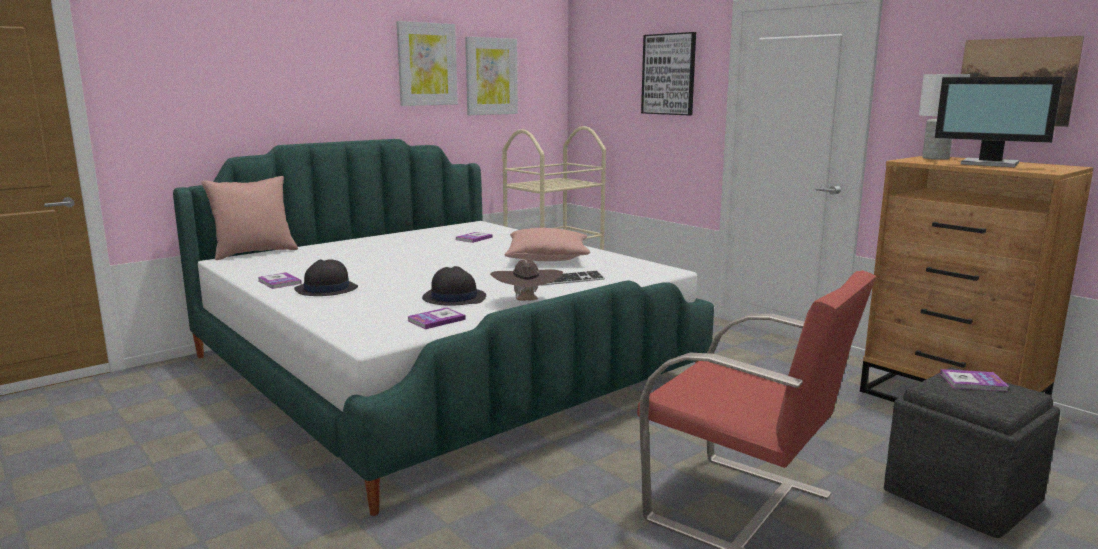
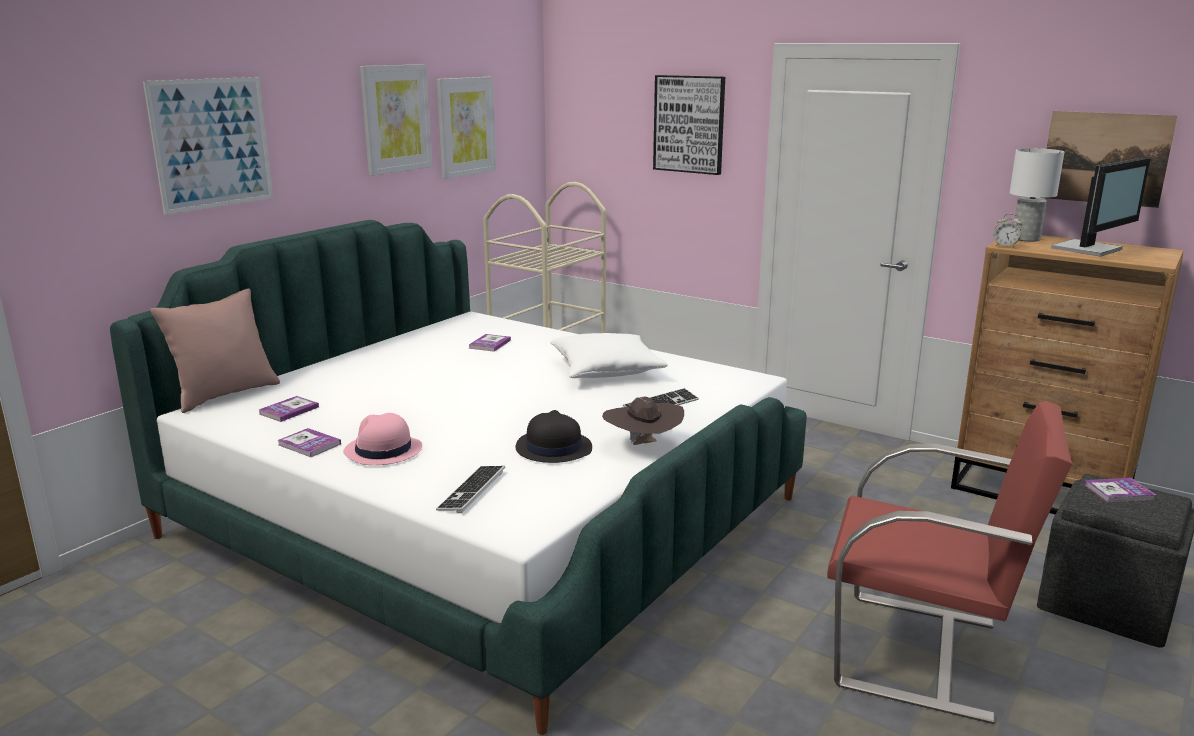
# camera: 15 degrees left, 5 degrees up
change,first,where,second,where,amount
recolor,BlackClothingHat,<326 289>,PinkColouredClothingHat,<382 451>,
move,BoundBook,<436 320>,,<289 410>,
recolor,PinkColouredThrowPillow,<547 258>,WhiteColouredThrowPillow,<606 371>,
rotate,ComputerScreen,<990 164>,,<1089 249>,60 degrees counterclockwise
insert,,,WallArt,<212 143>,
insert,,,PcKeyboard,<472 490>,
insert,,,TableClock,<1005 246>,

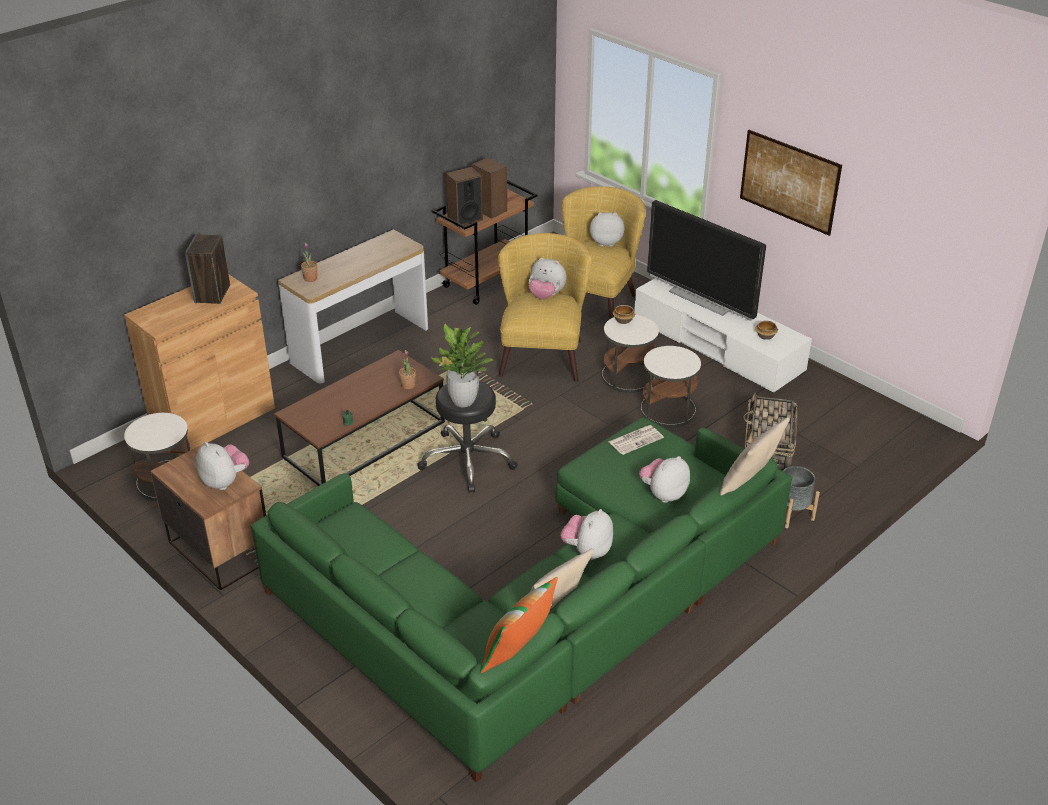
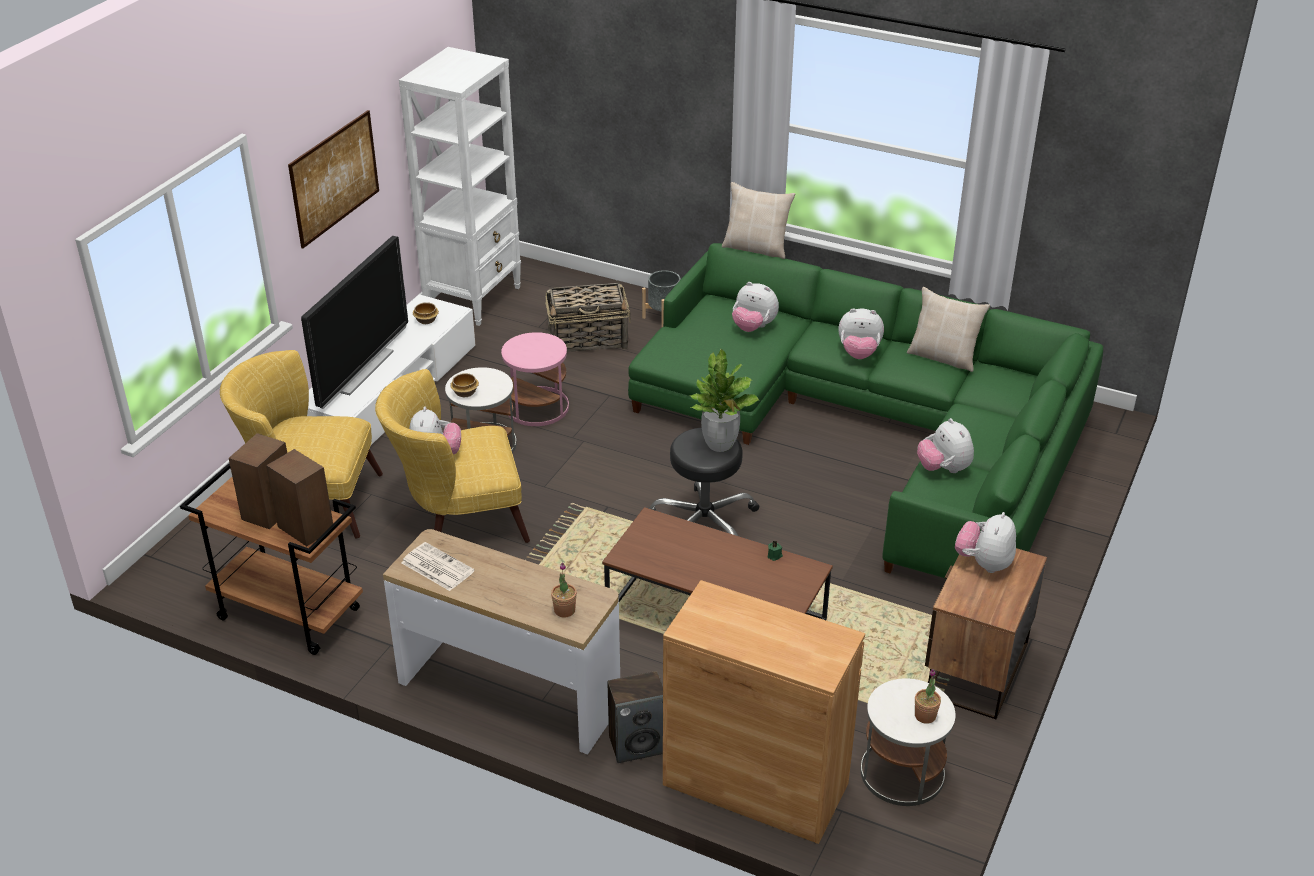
# camera: 110 degrees left, 0 degrees up
change,first,where,second,where,amount
move,Speaker,<212 294>,,<638 744>,
move,Houseplant,<408 385>,,<925 716>,
delete,ThrowPillow,<518 653>,,,
move,CuddlyToy,<605 242>,,<943 469>,
move,Newspaper,<636 439>,,<436 567>,
recolor,WhiteColouredAccentTable,<668 410>,PinkColouredAccentTable,<537 407>,
insert,,,WhiteColouredBookshelf,<474 298>,

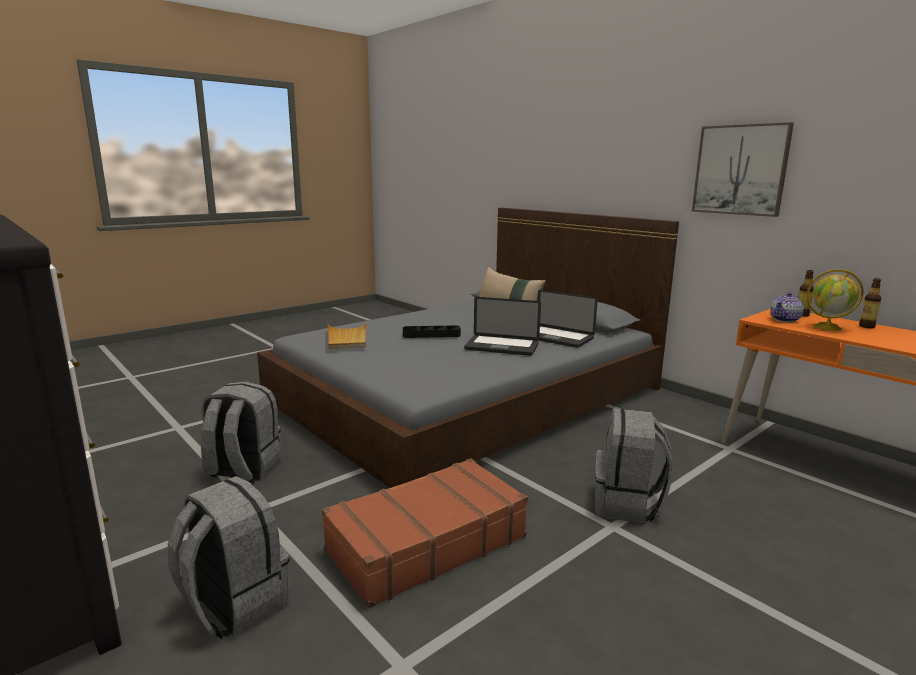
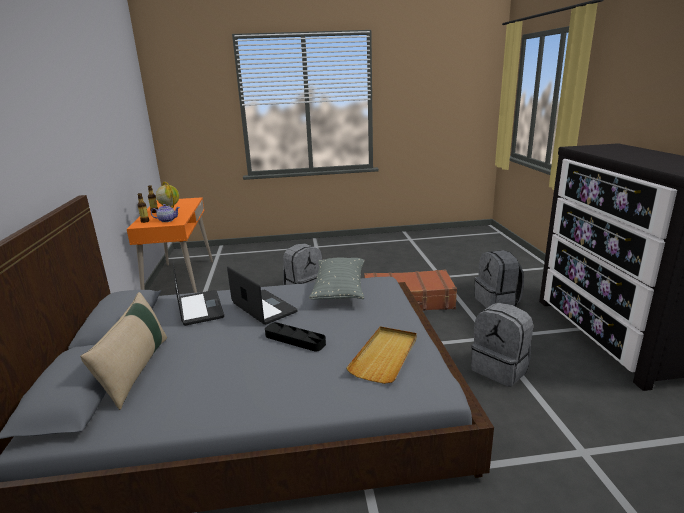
# camera: 145 degrees left, 5 degrees up
change,first,where,second,where,amount
delete,WallArt,<740 170>,,,
insert,,,GreyishThrowPillow,<339 290>,

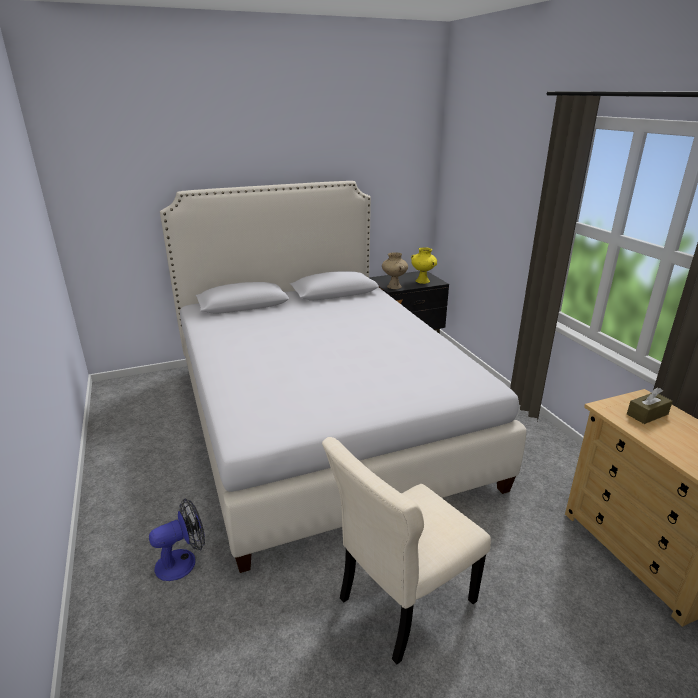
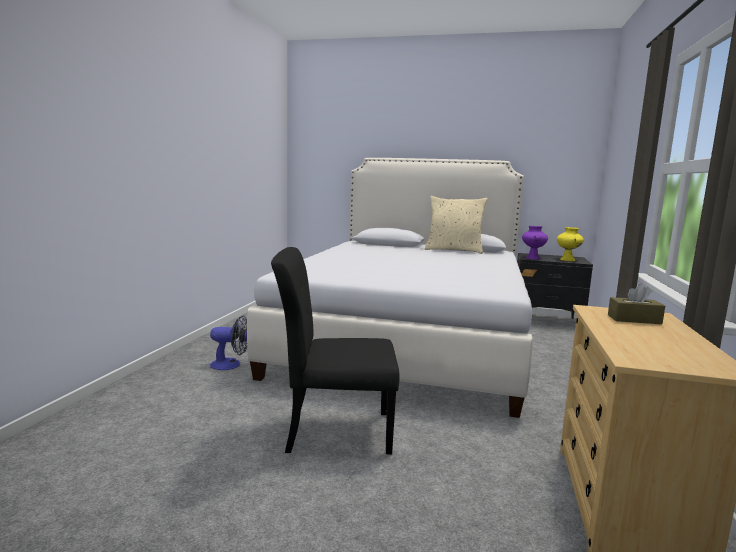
# camera: 35 degrees right, 15 degrees down
change,first,where,second,where,amount
recolor,BeigeColouredPlainChair,<402 602>,BlackPlainChair,<334 431>,
recolor,BeigeColouredFlowerVase,<393 286>,PurpleColouredFlowerVase,<532 258>,
insert,,,BeigeColouredThrowPillow,<454 250>,

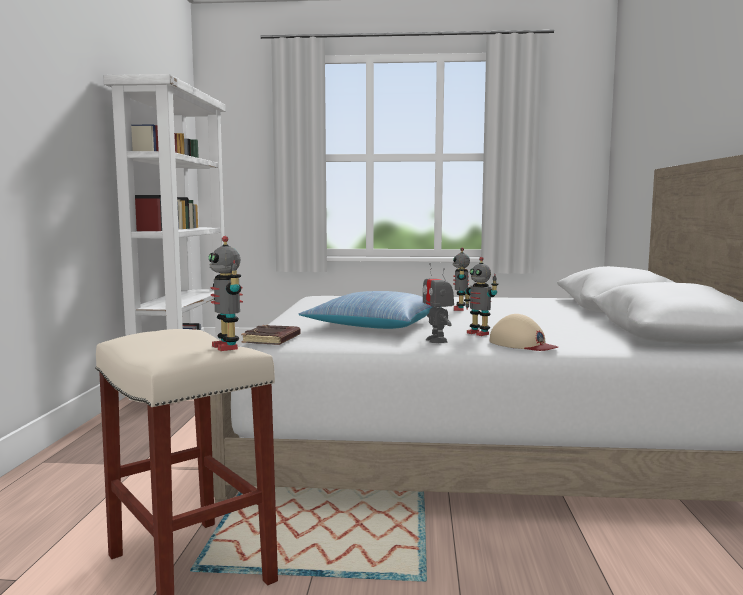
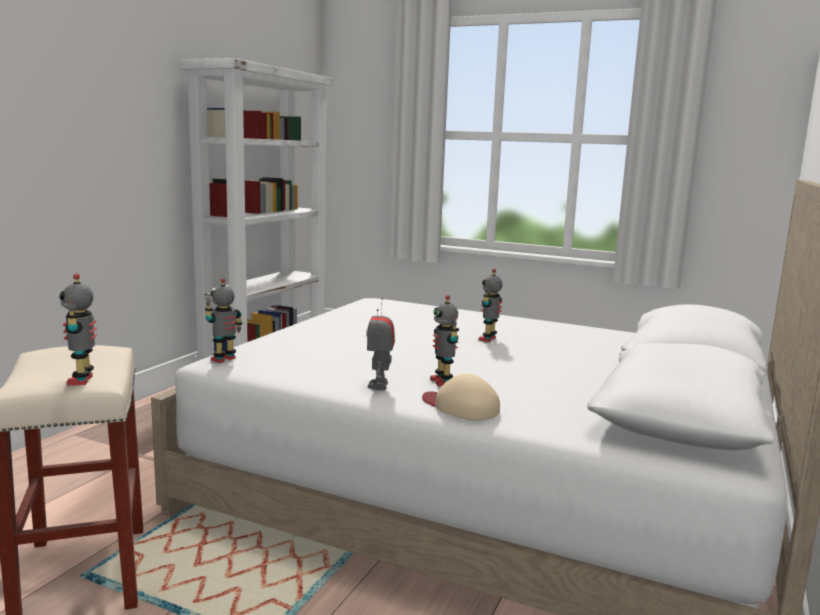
# camera: 20 degrees right, 5 degrees up
change,first,where,second,where,amount
replace,BrownishBoundBook,<272 340>,RobotFigure,<224 359>,
delete,ThrowPillow,<375 325>,,,
rotate,BeigeColouredCap,<522 344>,,<460 406>,150 degrees clockwise

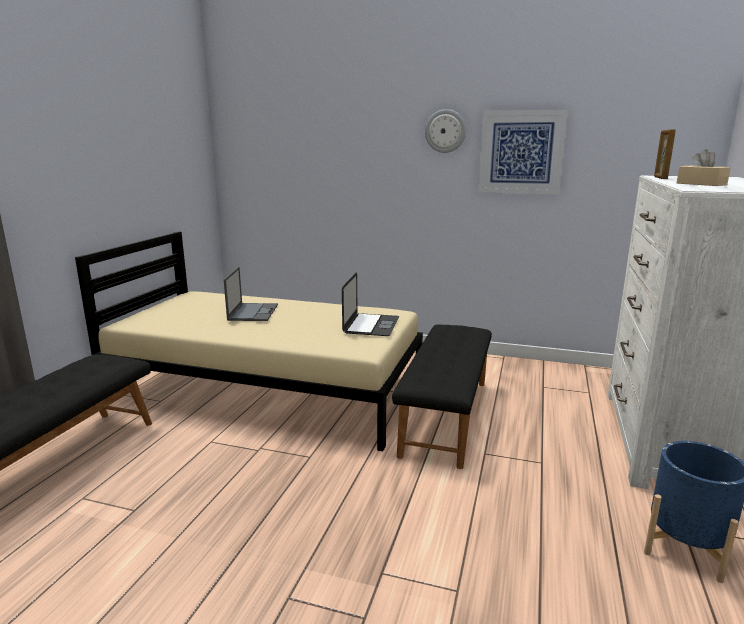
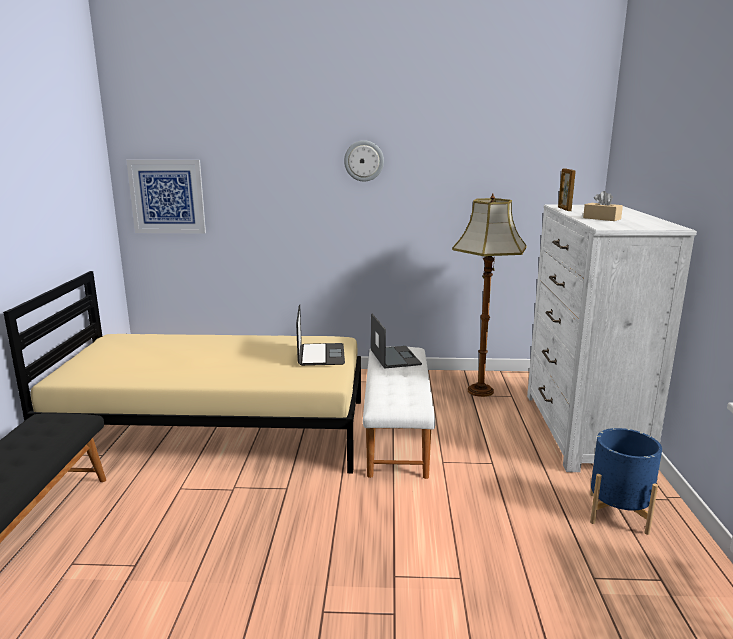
# camera: 15 degrees left, 0 degrees up
change,first,where,second,where,amount
move,PortableComputer,<253 312>,,<394 357>,
recolor,BlackIndoorBench,<445 416>,WhiteColouredIndoorBench,<396 433>,
move,WallArt,<521 152>,,<167 196>,
insert,,,FloorLamp,<481 390>,

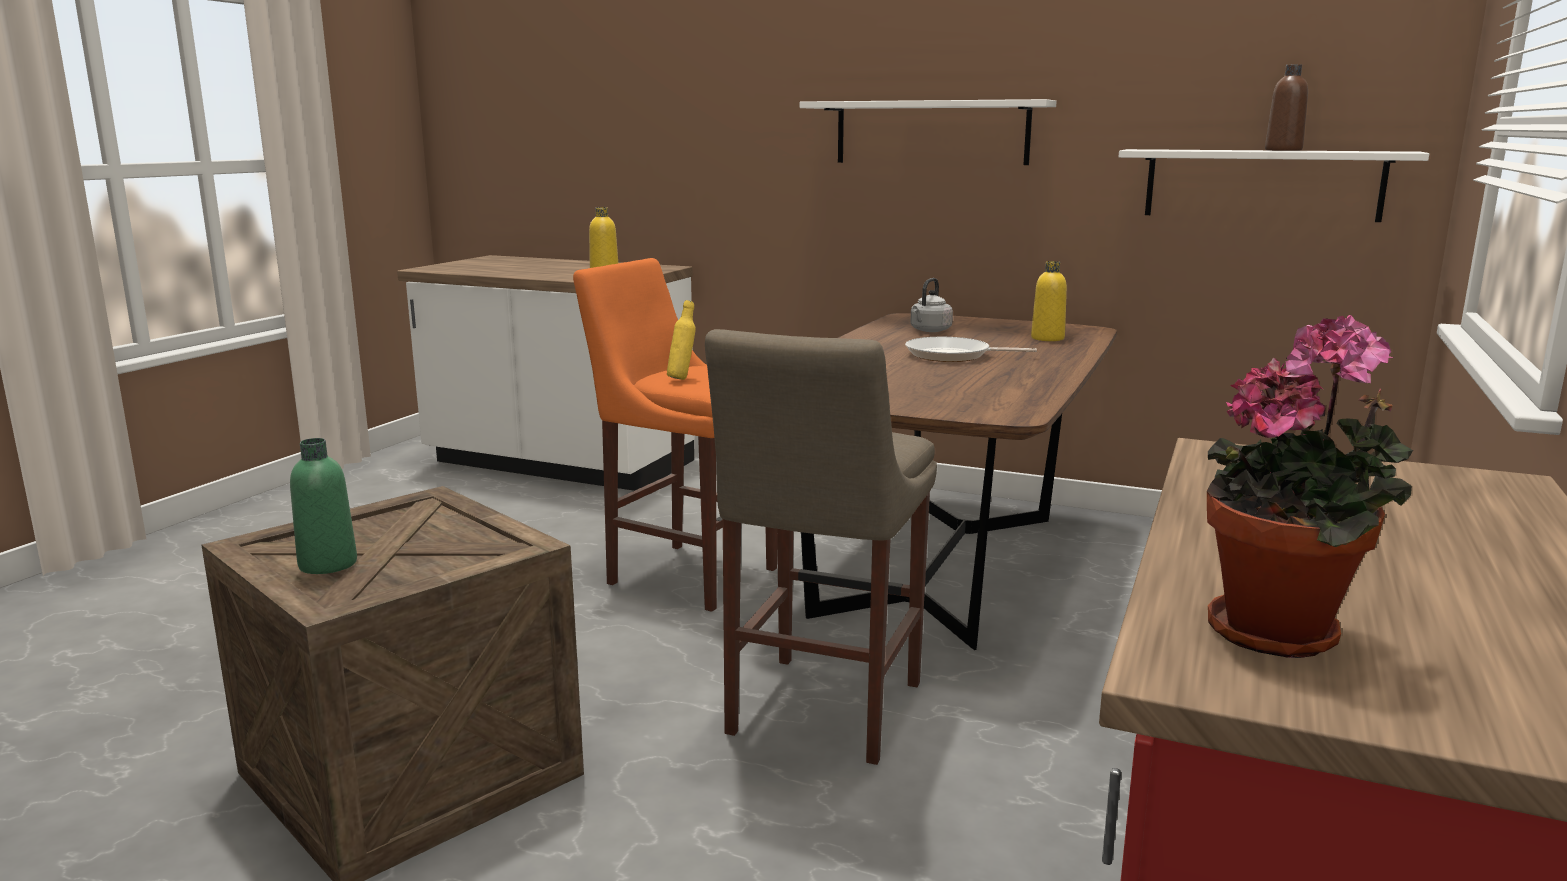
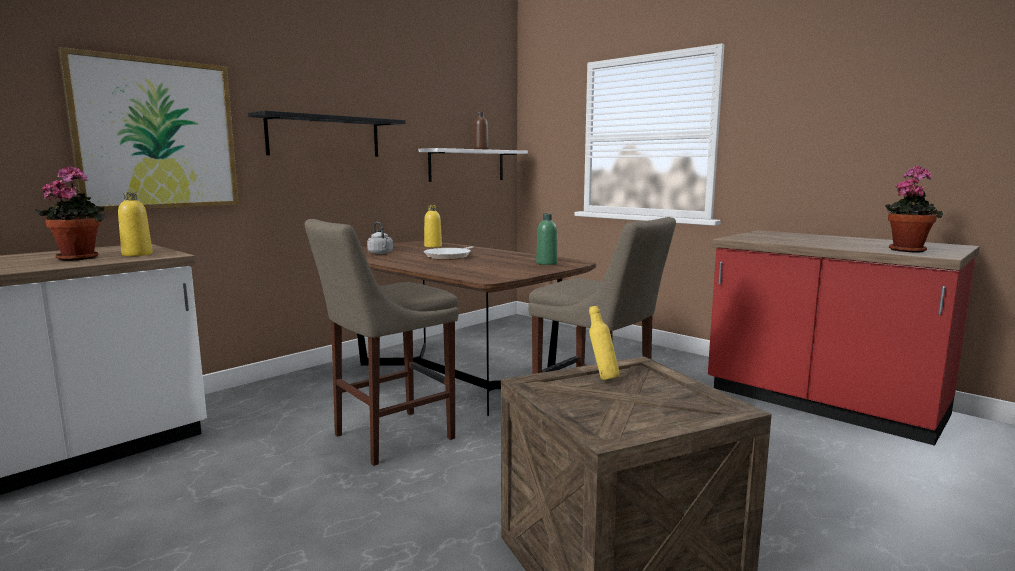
# camera: 70 degrees left, 5 degrees down
change,first,where,second,where,amount
move,GreenColouredBeverageBottle,<328 564>,,<546 263>,
recolor,OrangeStool,<686 574>,BeigeColouredStool,<388 438>,
move,YellowBeverageBottle,<682 378>,,<602 378>,
recolor,WhiteColouredWallShelf,<931 132>,BlackWallShelf,<324 137>,
insert,,,Houseplant,<80 257>,
insert,,,WallArt,<156 134>,

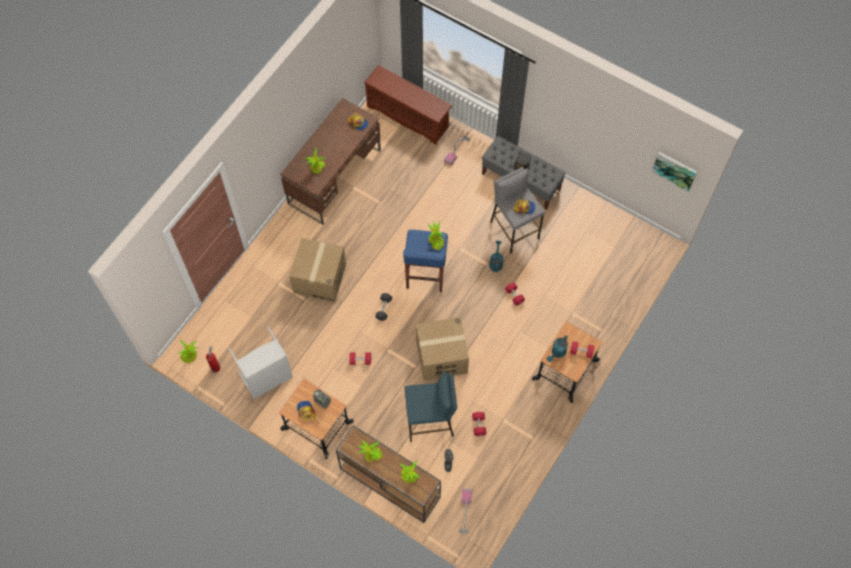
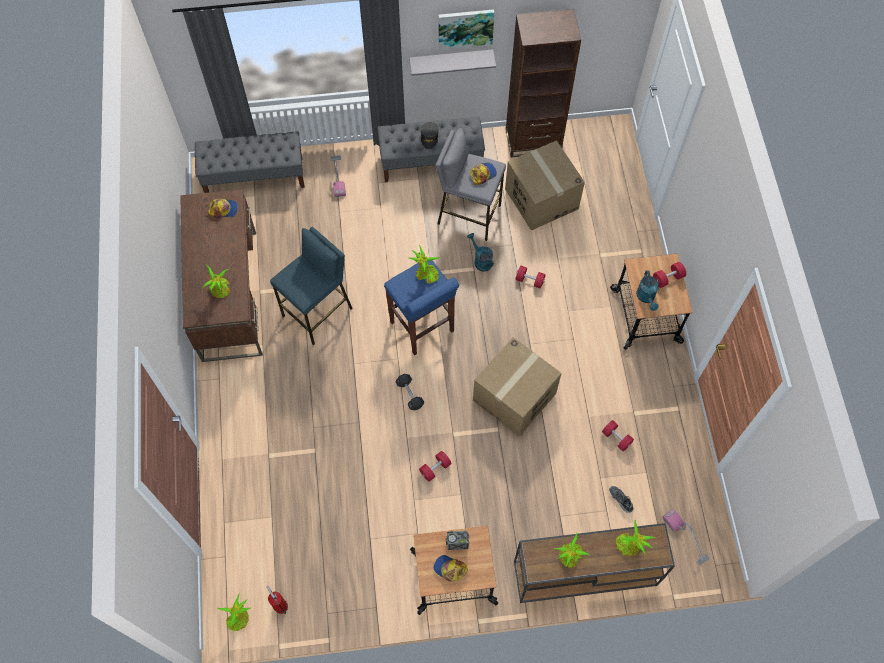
# camera: 40 degrees left, 0 degrees up
change,first,where,second,where,amount
delete,GreyishWashingBasket,<267 378>,,,
move,CardboardBox,<319 278>,,<541 199>,
replace,BrownishShoeRack,<408 117>,GreyishIndoorBench,<255 177>,
move,BluishStool,<430 422>,,<318 312>,
move,WallArt,<674 170>,,<465 28>,
insert,,,GreyishWallShelf,<451 61>,
insert,,,BrownishBookshelf,<533 140>,

